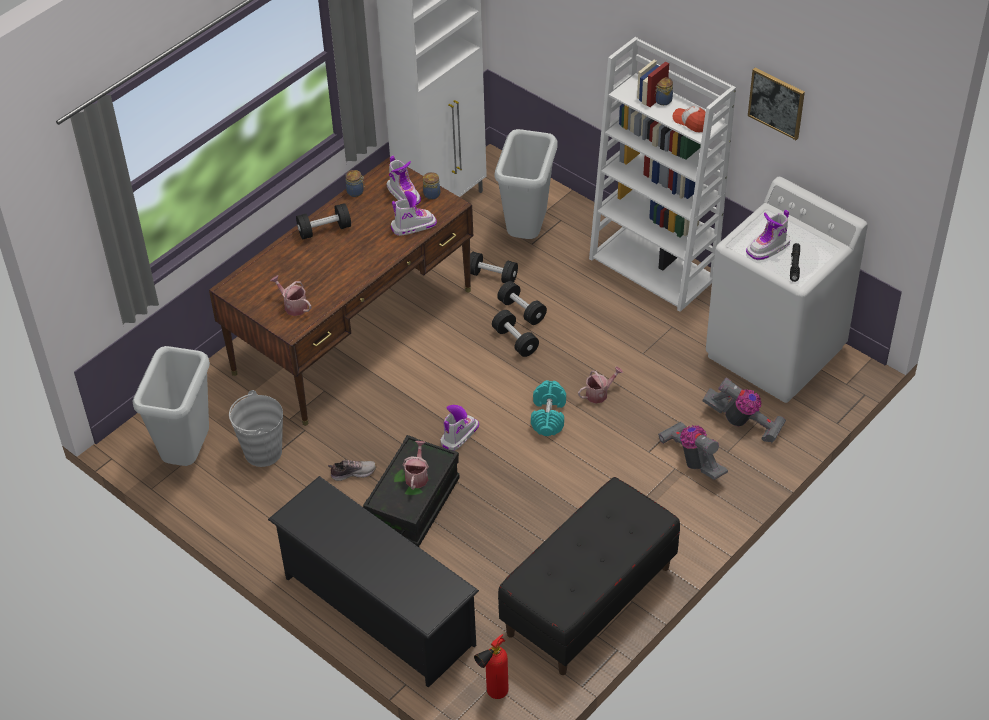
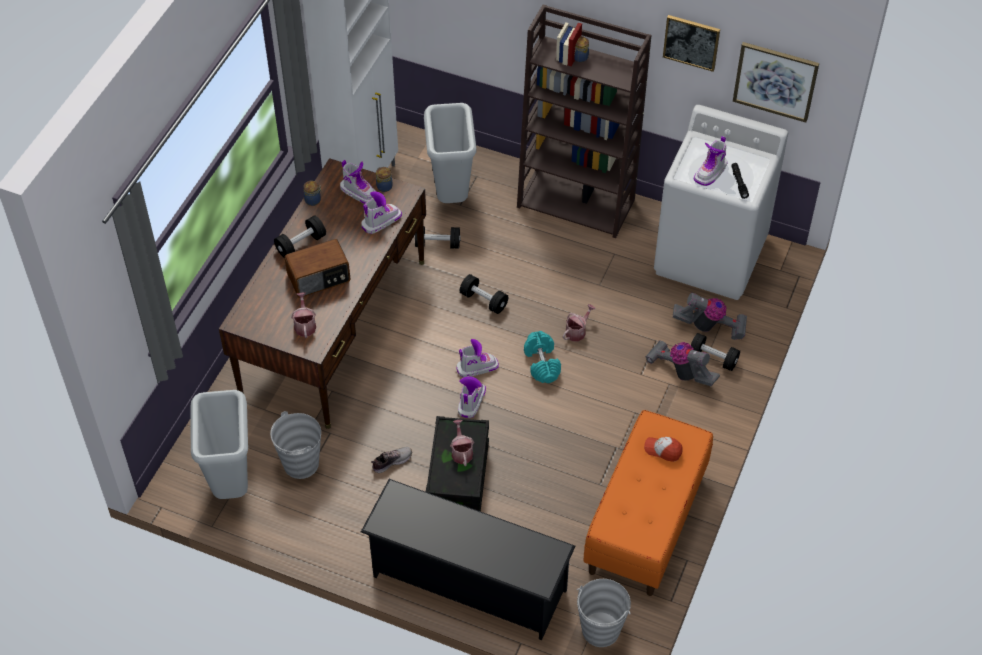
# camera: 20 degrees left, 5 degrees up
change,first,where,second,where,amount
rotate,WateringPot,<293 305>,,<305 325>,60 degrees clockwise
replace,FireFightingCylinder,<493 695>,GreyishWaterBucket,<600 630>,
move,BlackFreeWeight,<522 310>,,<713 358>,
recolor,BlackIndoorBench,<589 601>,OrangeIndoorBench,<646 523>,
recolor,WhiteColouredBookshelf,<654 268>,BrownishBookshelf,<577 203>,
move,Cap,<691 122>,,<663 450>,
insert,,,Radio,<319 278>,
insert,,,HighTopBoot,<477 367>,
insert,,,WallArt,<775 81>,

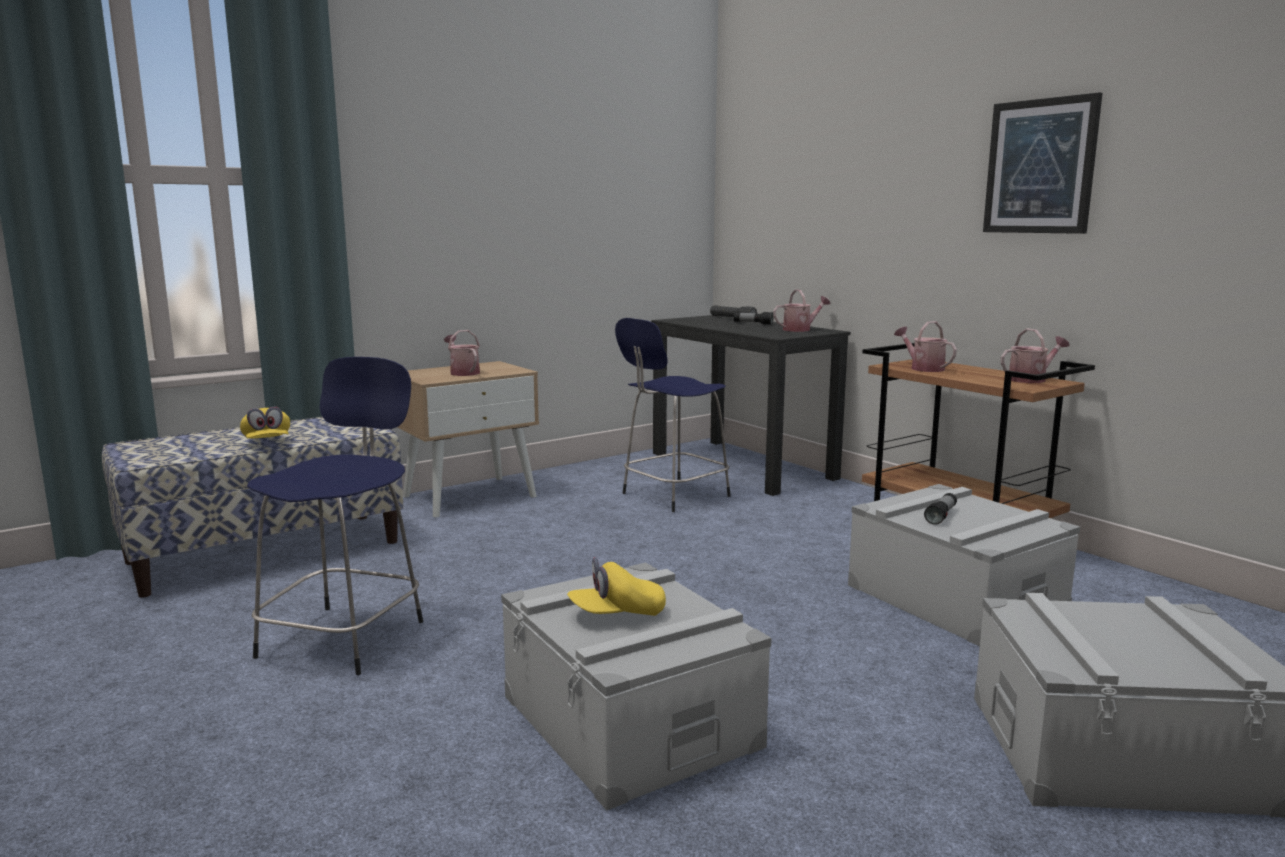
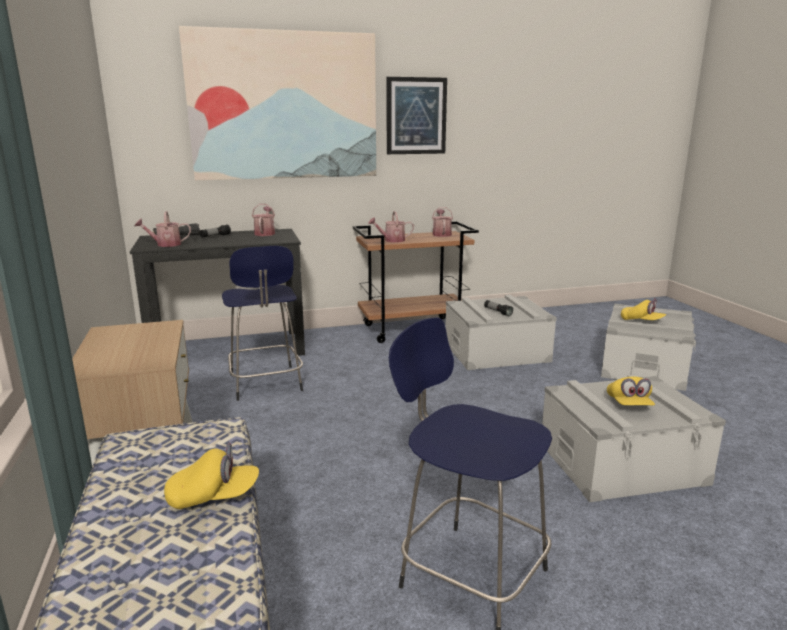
# camera: 70 degrees left, 5 degrees up
change,first,where,second,where,amount
move,WateringPot,<463 372>,,<165 244>,
insert,,,WallArt,<284 106>,
insert,,,YellowCap,<641 321>,

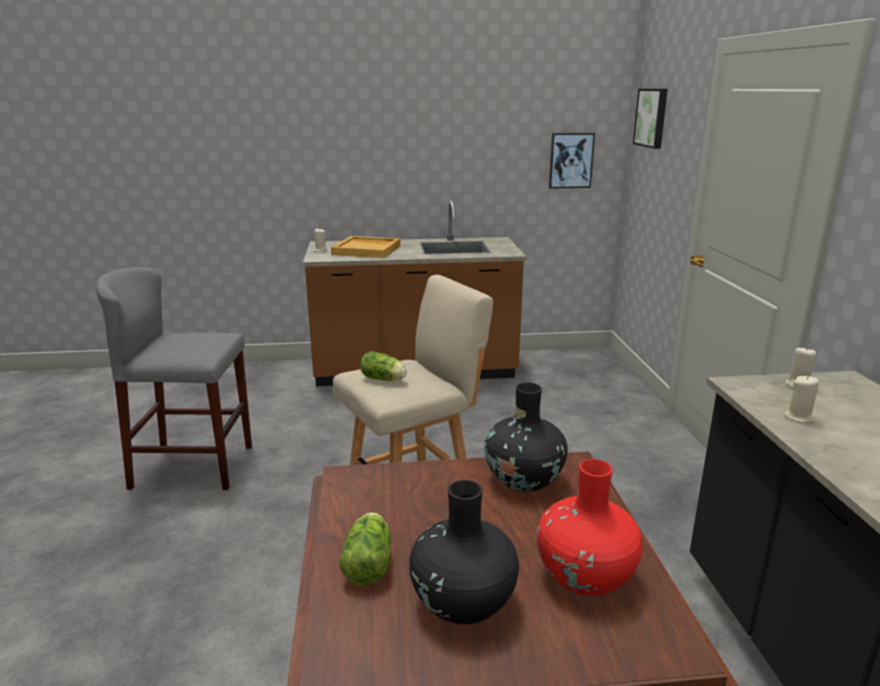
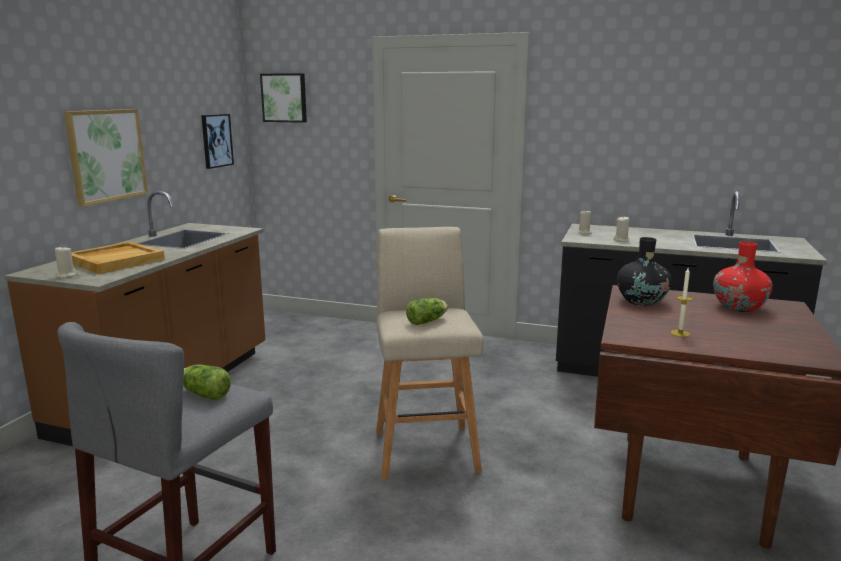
# camera: 65 degrees left, 5 degrees down
change,first,where,second,where,amount
move,LettuceHead,<369 562>,,<203 394>,
delete,BlackFlowerVase,<463 602>,,,
insert,,,WallArt,<106 155>,
insert,,,Candle,<680 333>,

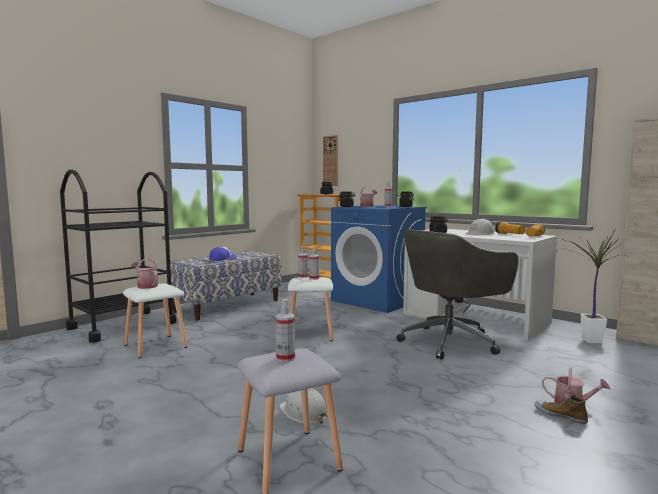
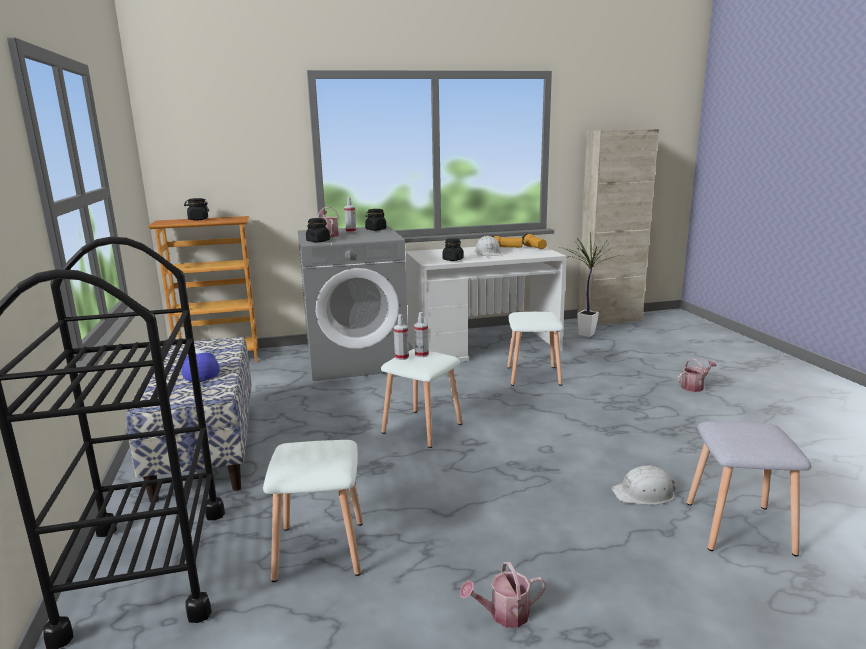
# camera: 55 degrees left, 10 degrees up
change,first,where,second,where,amount
move,WateringPot,<146 286>,,<504 614>,
delete,SprayBottle,<285 358>,,,
delete,ClockOnTheWall,<330 161>,,,
recolor,BluishLaundryMachine,<378 300>,GreyishLaundryMachine,<357 360>,
replace,GreyishDeskChair,<451 342>,WhiteColouredStool,<532 376>,
delete,ItemOfFootwear,<560 415>,,,

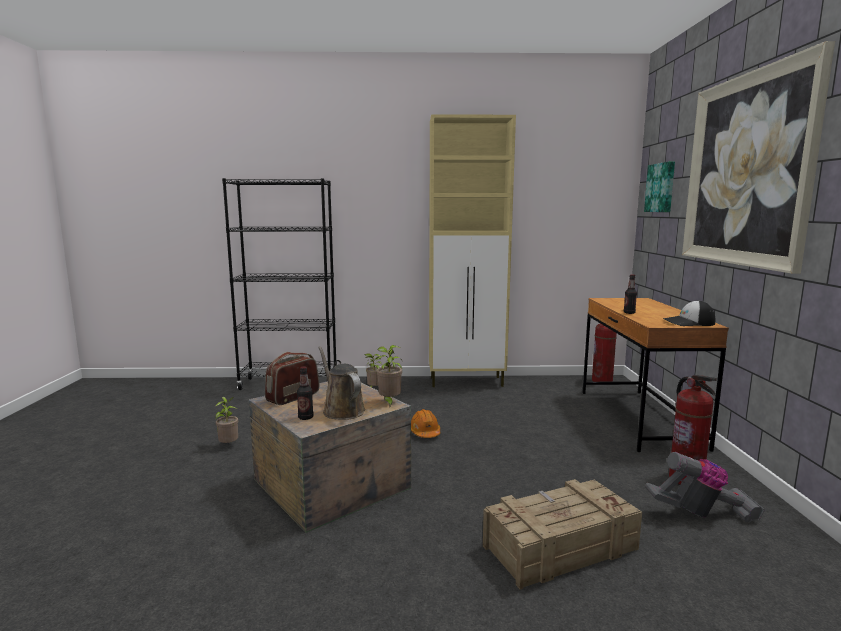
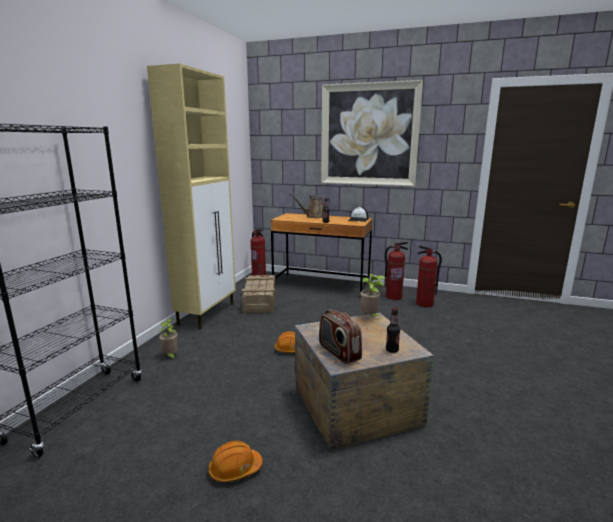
# camera: 70 degrees left, 5 degrees up
change,first,where,second,where,amount
replace,Houseplant,<229 445>,OrangeSafetyHelmet,<235 469>,
move,BrownishWateringPot,<342 410>,,<313 217>,
move,PackingCrate,<558 547>,,<259 301>,
delete,WallArt,<661 187>,,,
replace,VacuumCleaner,<701 514>,FireFightingCylinder,<424 304>,

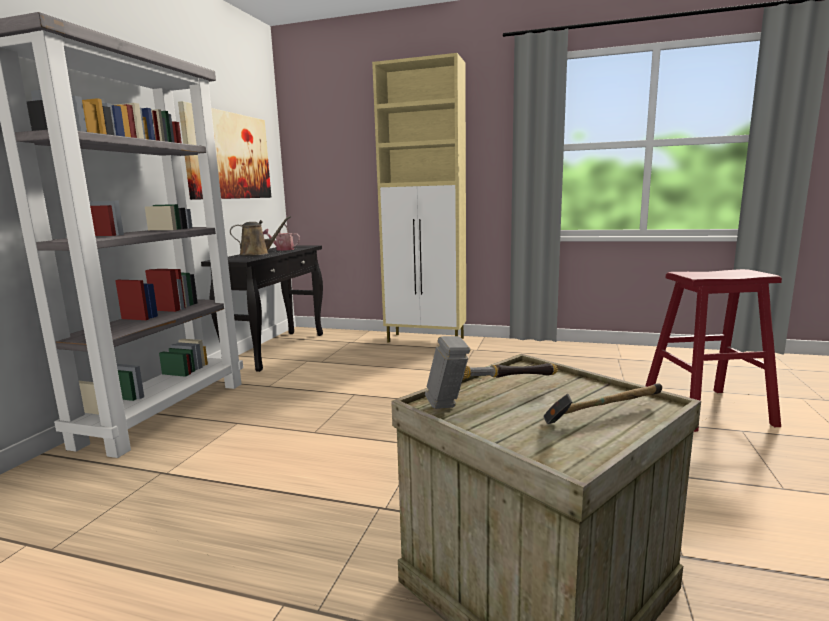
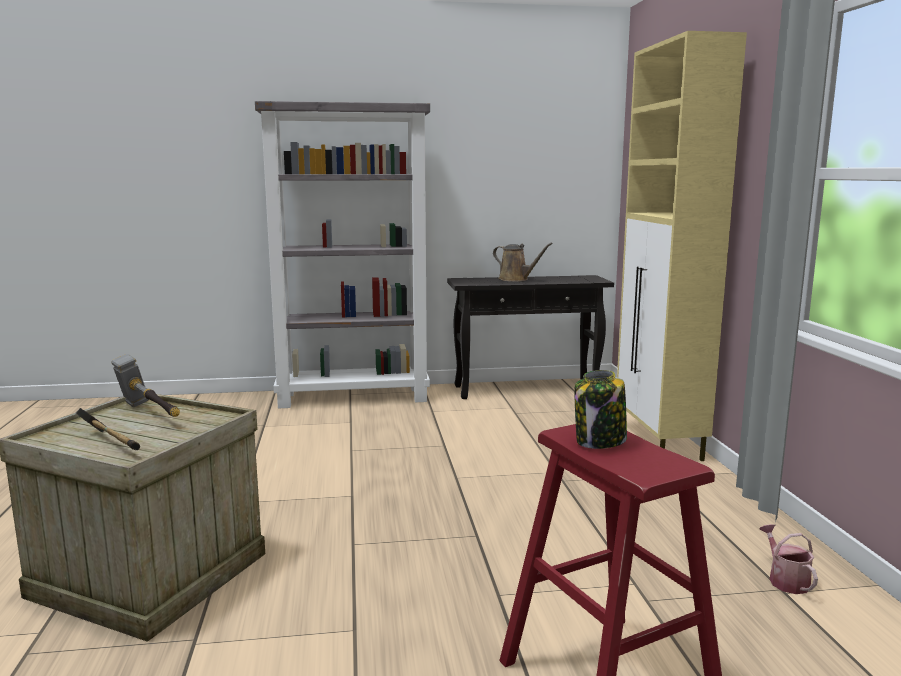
# camera: 65 degrees right, 0 degrees up
change,first,where,second,where,amount
delete,WallArt,<228 156>,,,
move,WateringPot,<282 249>,,<785 580>,
insert,,,PreserveJar,<600 441>,

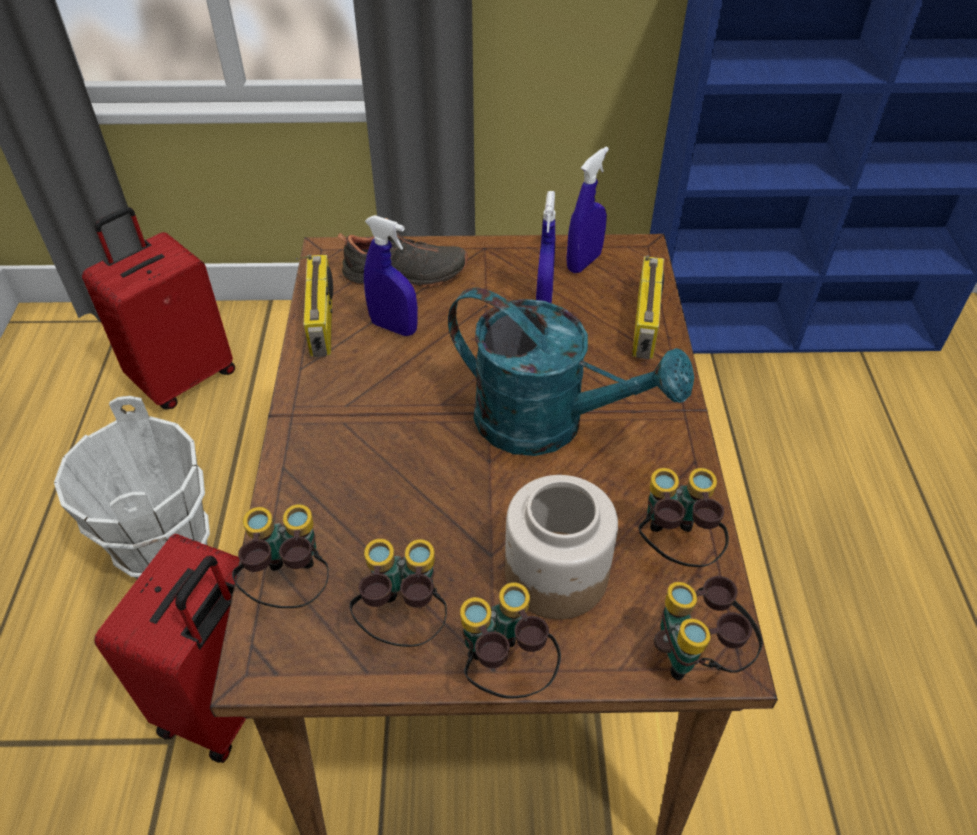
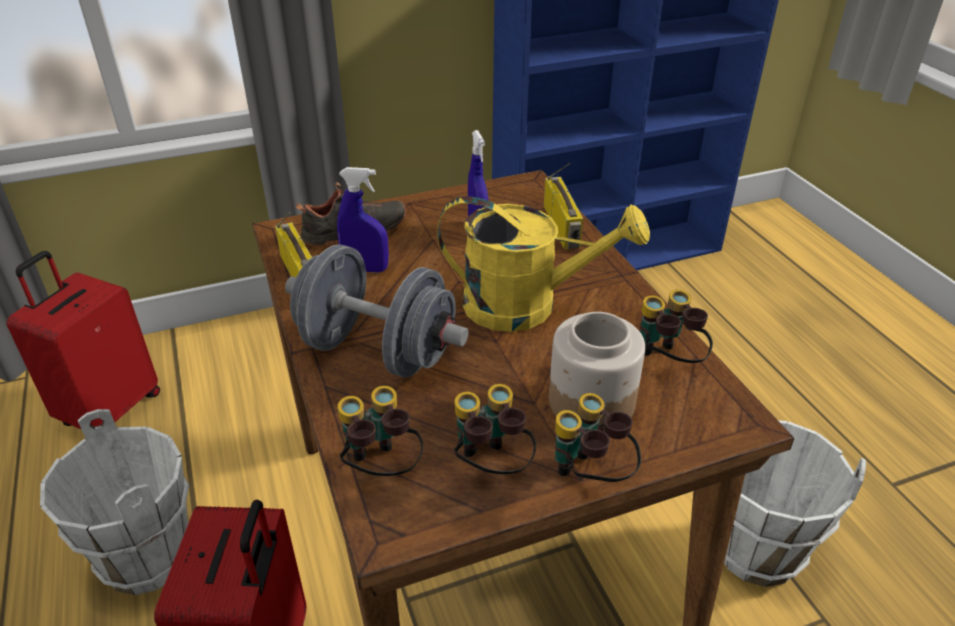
# camera: 20 degrees left, 10 degrees down
change,first,where,second,where,amount
recolor,TurquoiseColouredWateringPot,<548 424>,YellowWateringPot,<527 306>,
delete,BluishSprayBottle,<584 262>,,,
delete,Binoculars,<698 655>,,,
insert,,,GreyishFreeWeight,<377 351>,
insert,,,WhiteColouredWaterBucket,<756 549>,

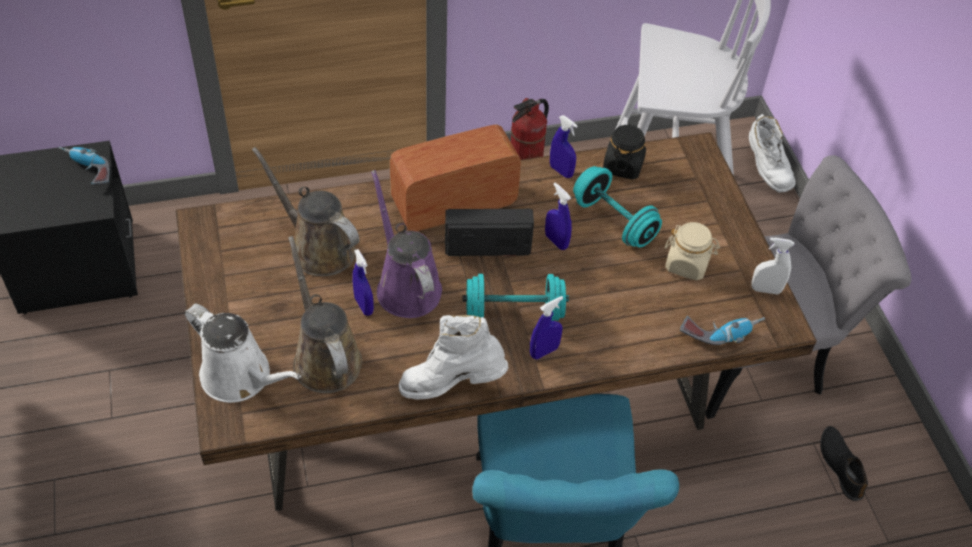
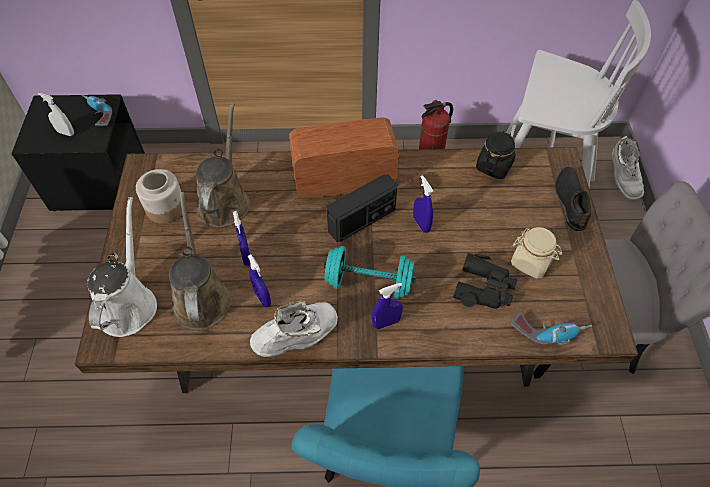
# camera: 15 degrees right, 5 degrees up
change,first,where,second,where,amount
rotate,WhiteColouredWateringPot,<241 377>,,<129 303>,135 degrees counterclockwise
rotate,BrownishWateringPot,<318 247>,,<225 200>,45 degrees clockwise
delete,PurpleColouredWateringPot,<406 286>,,,
rotate,WhiteColouredHighTopBoot,<452 385>,,<299 340>,135 degrees clockwise
rotate,Radio,<487 246>,,<362 220>,135 degrees clockwise
move,BluishSprayBottle,<561 171>,,<262 298>,
delete,TurquoiseColouredFreeWeight,<614 221>,,,
move,WhiteColouredSprayBottle,<765 290>,,<66 132>,
move,BlackItemOfFootwear,<841 466>,,<571 201>,
insert,,,PreserveJar,<166 208>,
insert,,,BlackBinoculars,<484 288>,

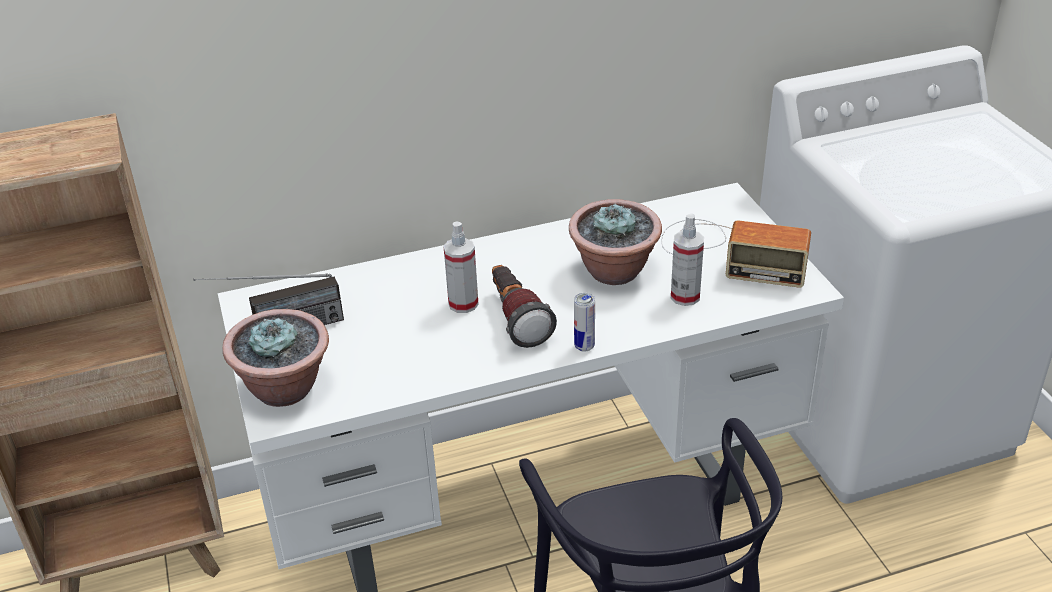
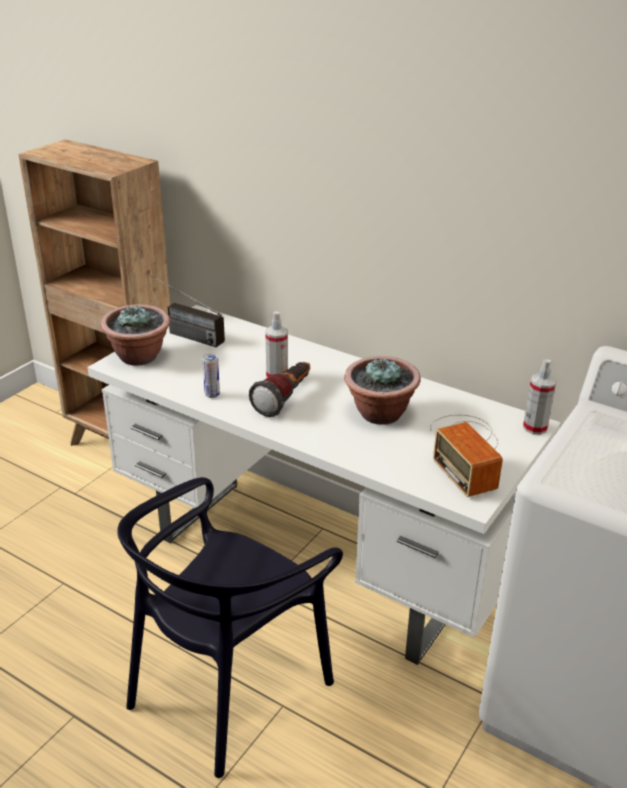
# camera: 50 degrees right, 5 degrees down
change,first,where,second,where,amount
move,SealedCan,<584 346>,,<212 395>,
move,SprayBottle,<685 296>,,<535 428>,

